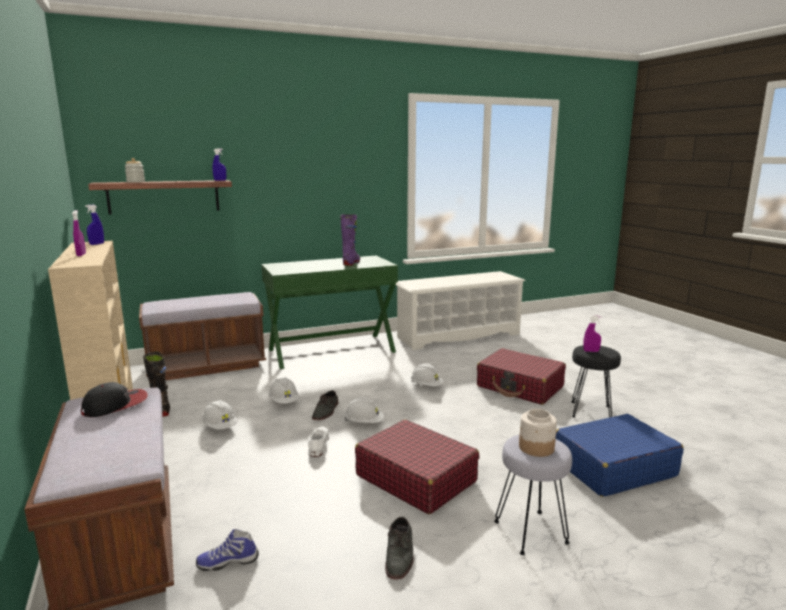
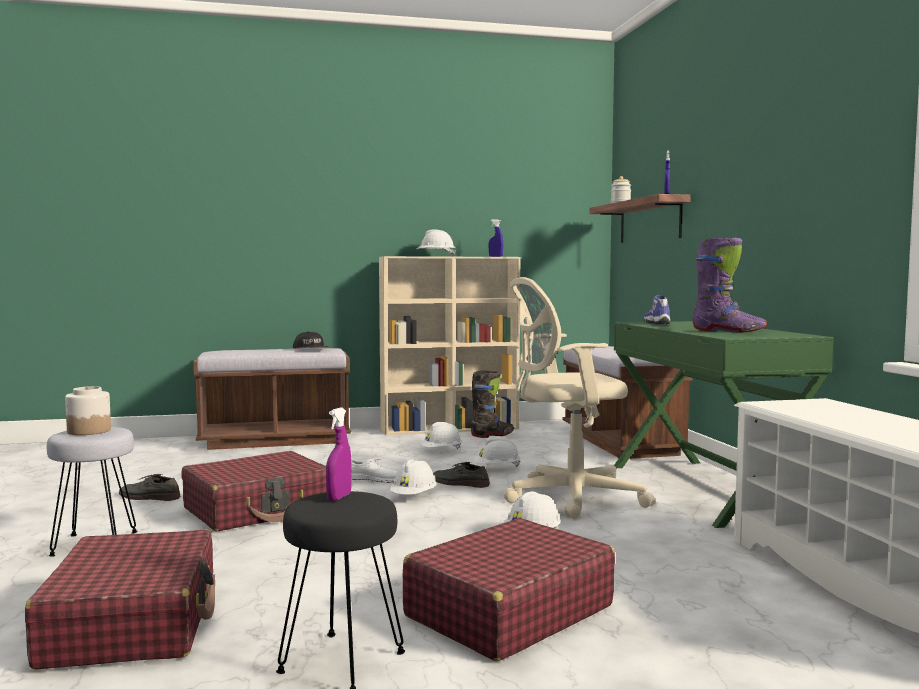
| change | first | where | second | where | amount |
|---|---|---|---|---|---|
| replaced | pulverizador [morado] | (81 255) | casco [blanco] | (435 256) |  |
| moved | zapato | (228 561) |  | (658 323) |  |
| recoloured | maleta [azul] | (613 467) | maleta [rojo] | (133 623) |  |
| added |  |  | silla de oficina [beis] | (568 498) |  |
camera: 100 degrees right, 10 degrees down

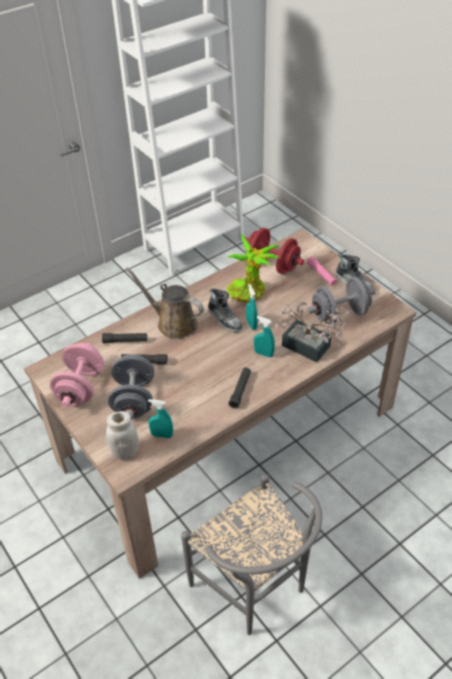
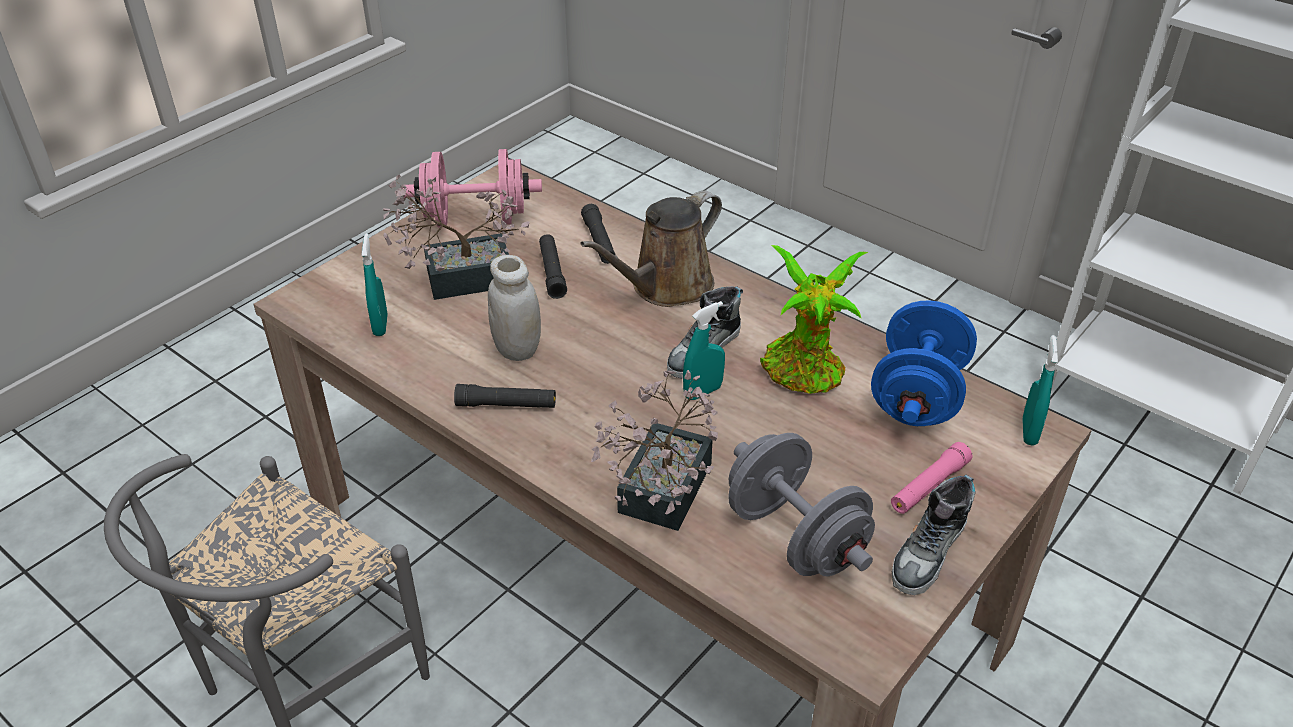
| change | first | where | second | where | amount |
|---|---|---|---|---|---|
| moved | tarro [blanco] | (125 452) |  | (517 349) |  |
| replaced | mancuerna [gris] | (134 399) | planta en maceta | (458 279) |  |
| turned | regadera [marrón] | (173 323) |  | (666 287) | 150 degrees counterclockwise |
| recoloured | mancuerna [rojo] | (272 264) | mancuerna [azul] | (917 396) |  |
| moved | pulverizador [turquesa] | (263 354) |  | (1029 432) |  |
camera: 75 degrees right, 5 degrees down

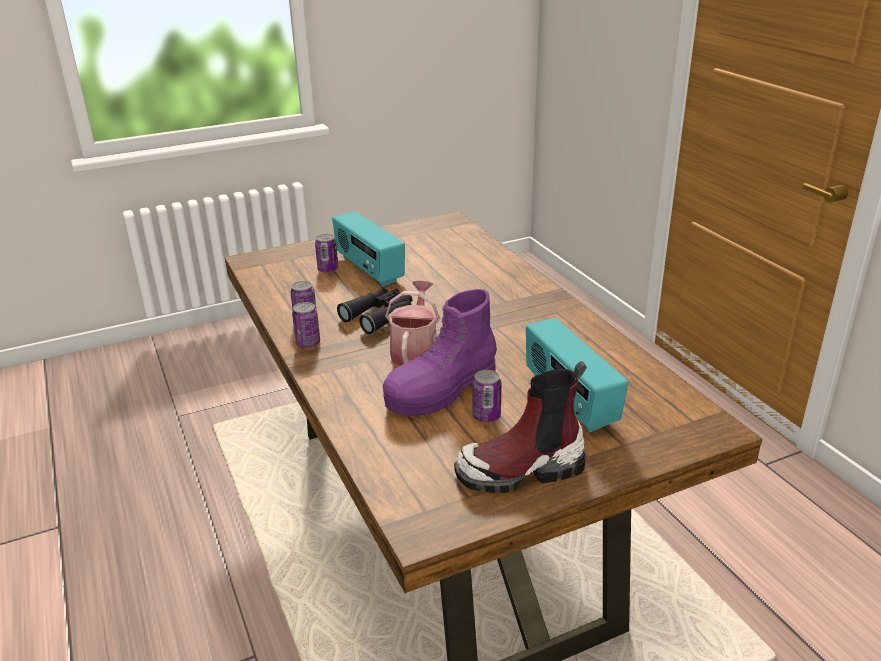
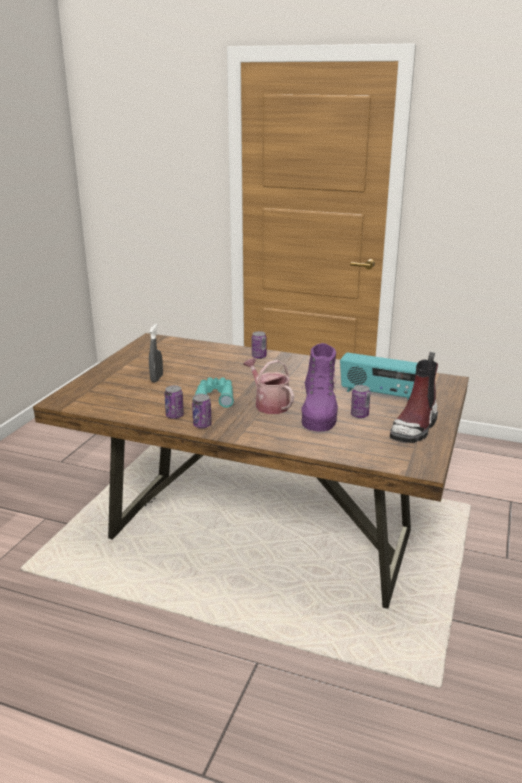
| change | first | where | second | where | amount |
|---|---|---|---|---|---|
| moved | lata | (328 269) |  | (259 357) |  |
| replaced | radio | (368 270) | pulverizador [gris] | (156 378) |  |
| recoloured | prismáticos [negro] | (380 316) | prismáticos [turquesa] | (215 397) |  |
camera: 45 degrees left, 5 degrees down

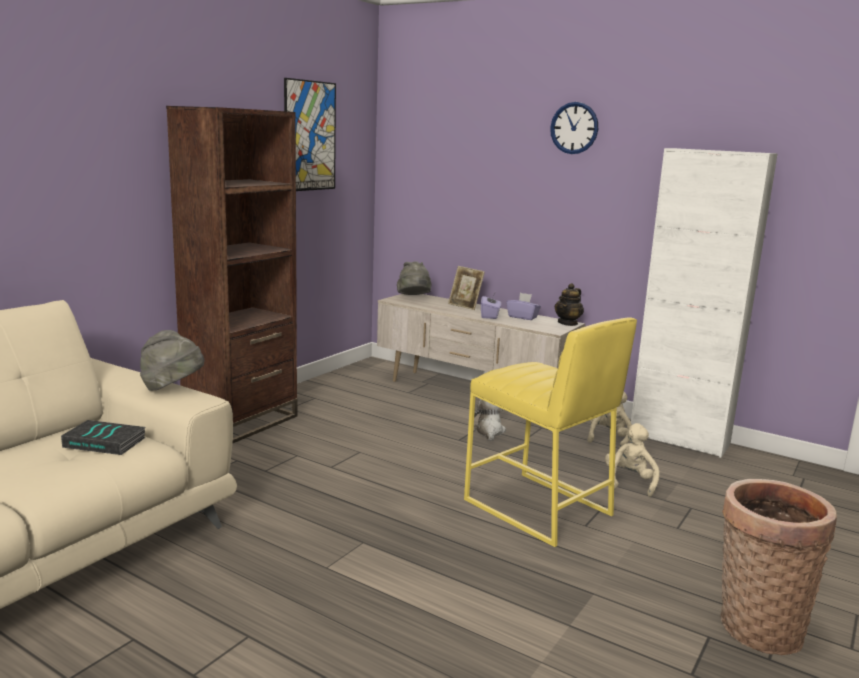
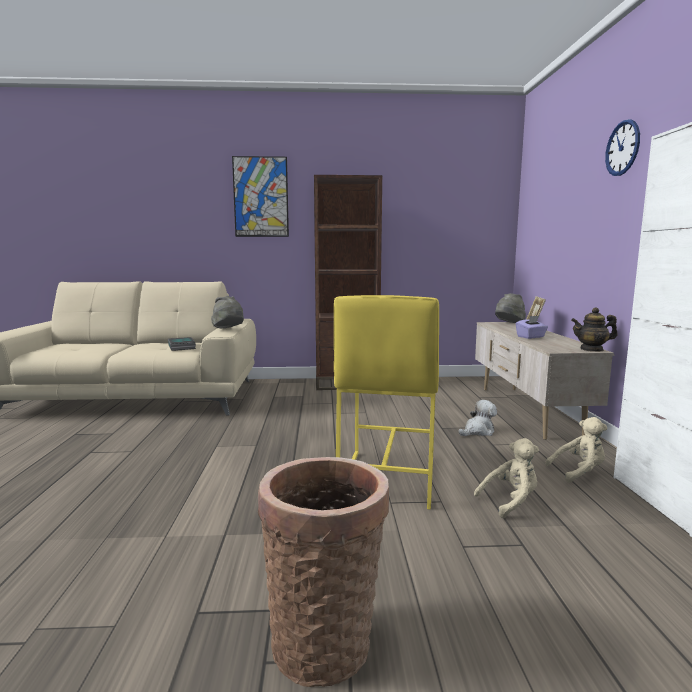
| change | first | where | second | where | amount |
|---|---|---|---|---|---|
| moved | cuadro | (310 136) |  | (261 197) |  |
| removed | caja de pañuelos [morado] | (522 317) |  |  |  |
camera: 55 degrees right, 5 degrees down

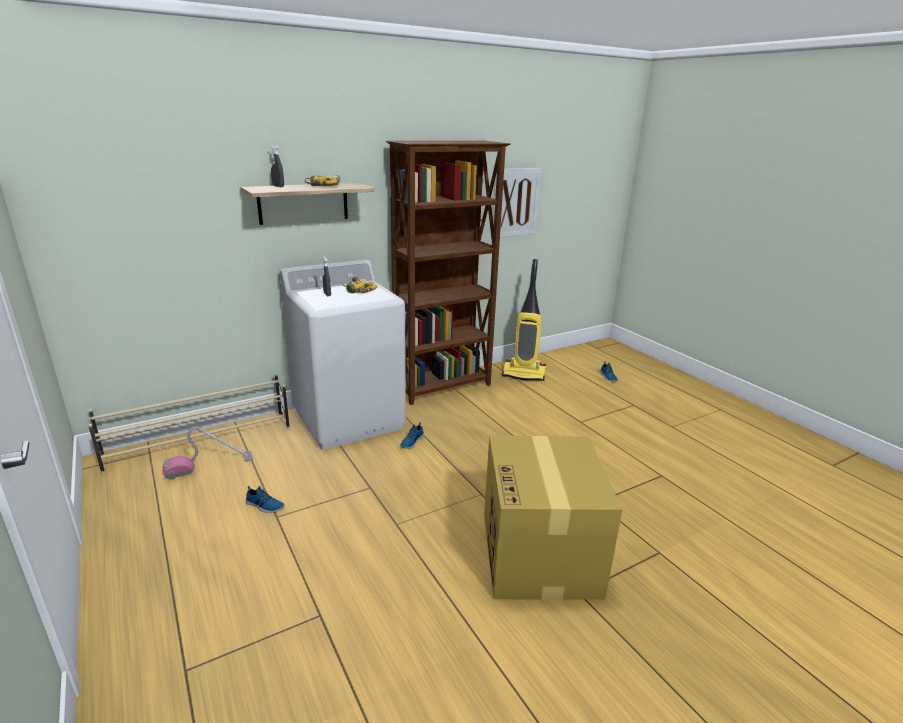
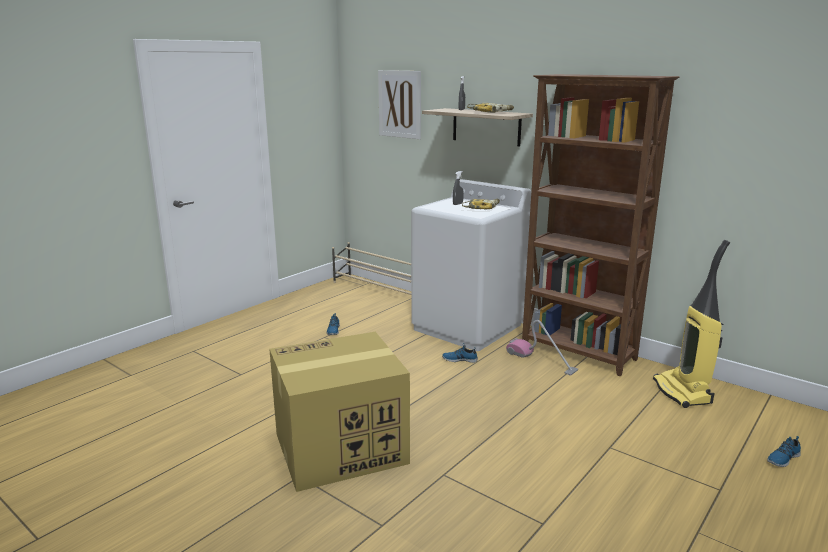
| change | first | where | second | where | amount |
|---|---|---|---|---|---|
| moved | aspiradora | (209 465) |  | (541 361) |  |
| moved | cuadro | (515 202) |  | (400 104) |  |
camera: 70 degrees right, 5 degrees down

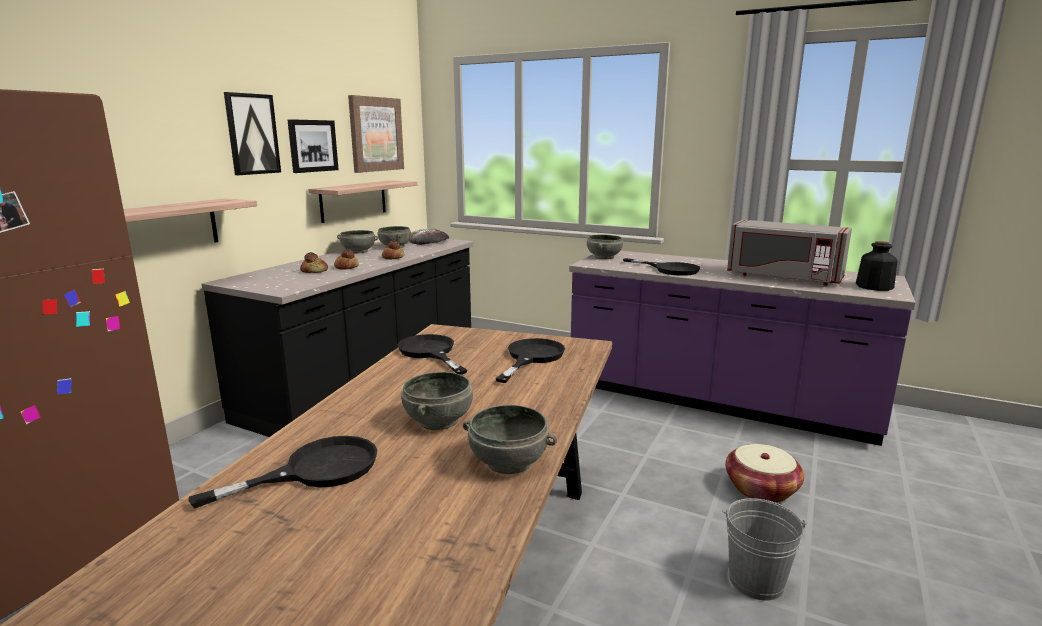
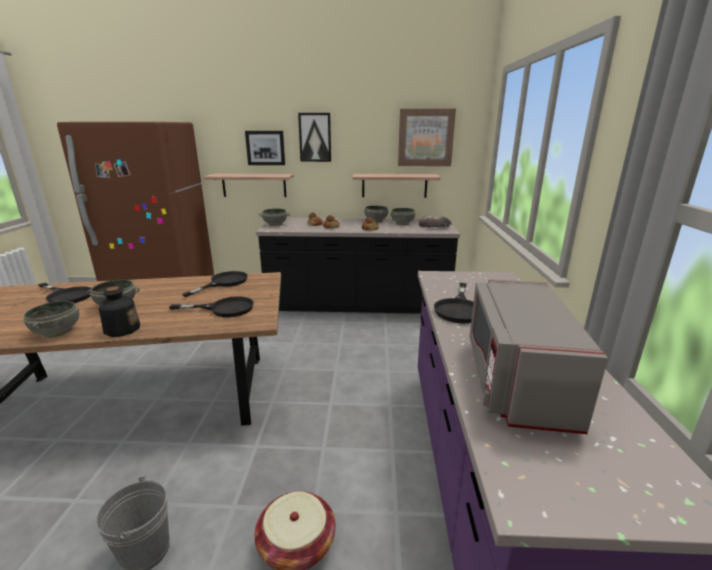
| change | first | where | second | where | amount |
|---|---|---|---|---|---|
| moved | cuadro | (312 146) |  | (265 148) |  |
| moved | cuenco [gris] | (603 257) |  | (275 224) |  |
| moved | botella | (874 287) |  | (122 329) |  |
camera: 65 degrees right, 5 degrees up

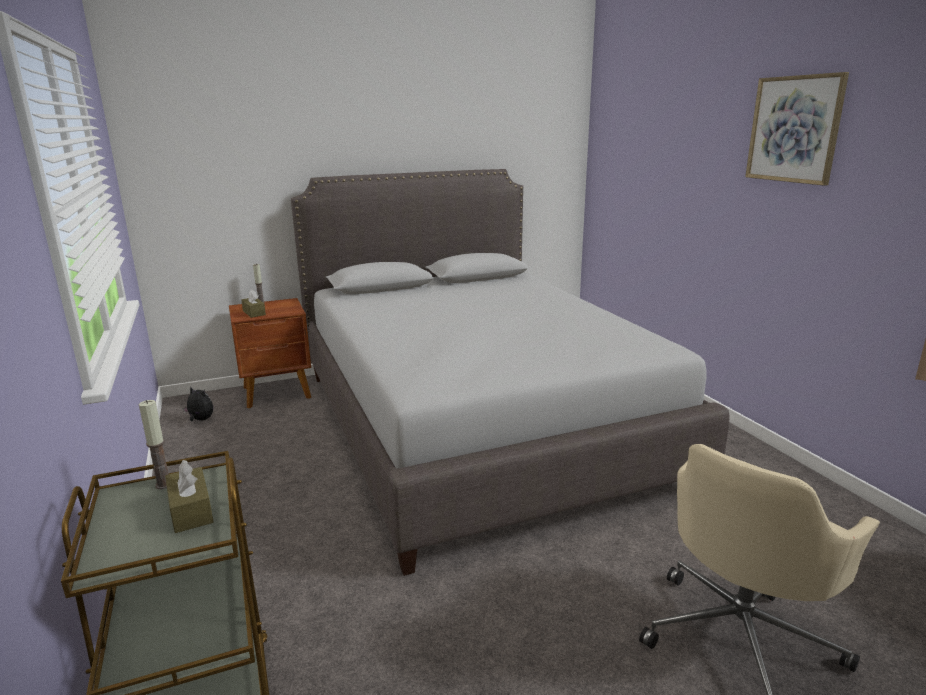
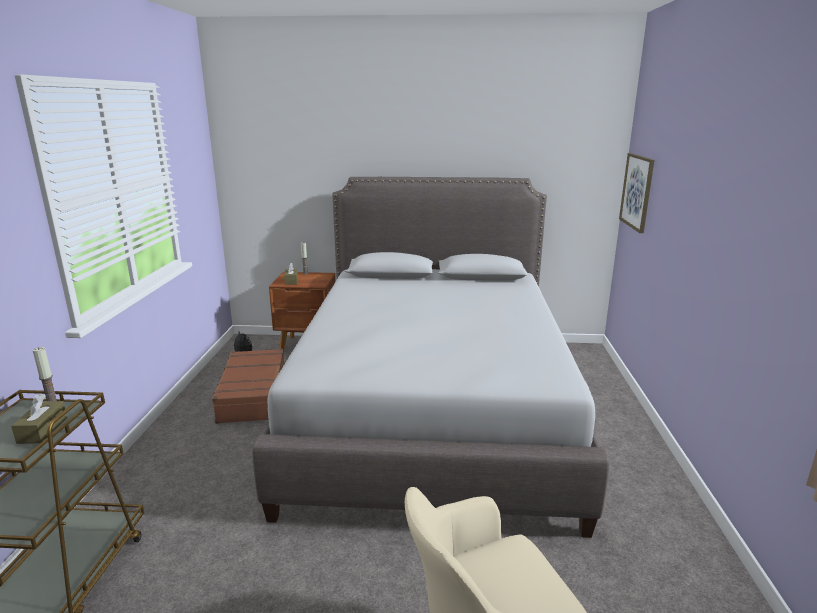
| change | first | where | second | where | amount |
|---|---|---|---|---|---|
| moved | cuadro | (794 129) |  | (637 191) |  |
| added |  |  | maleta [marrón] | (254 395) |  |
camera: 25 degrees right, 0 degrees up

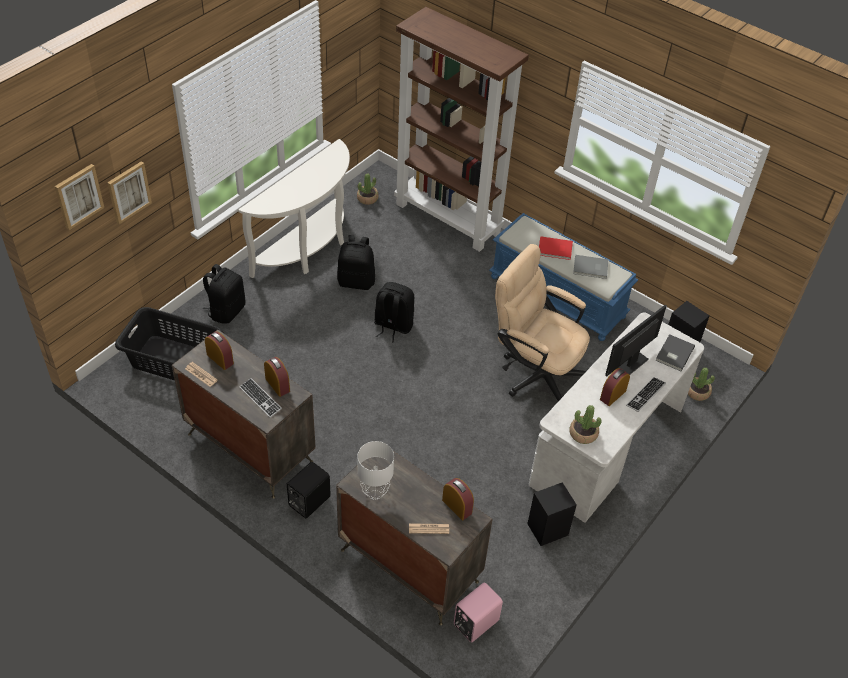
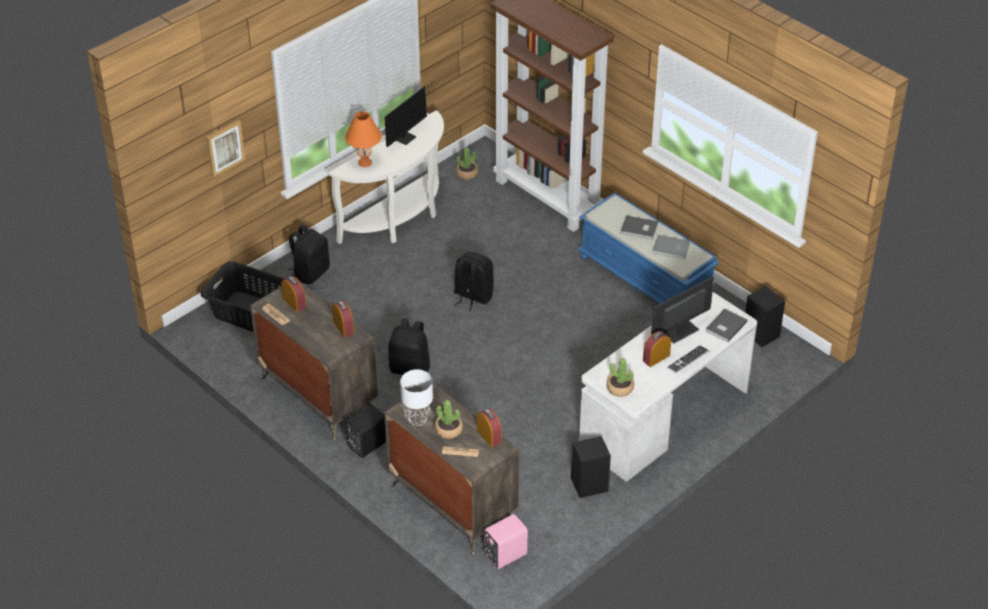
| change | first | where | second | where | amount |
|---|---|---|---|---|---|
| removed | cuadro | (78 196) |  |  |  |
| removed | teclado | (260 398) |  |  |  |
| moved | mochila [negro] | (356 281) |  | (410 368) |  |
| removed | silla de oficina [beis] | (535 372) |  |  |  |
| recoloured | libro [rojo] | (555 250) | libro [gris] | (639 229) |  |
| moved | planta en maceta | (697 392) |  | (448 430) |  |
| added |  |  | lámpara de mesa [naranja] | (365 162) |  |
| added |  |  | monitor | (407 136) |  |
camera: 10 degrees right, 5 degrees down

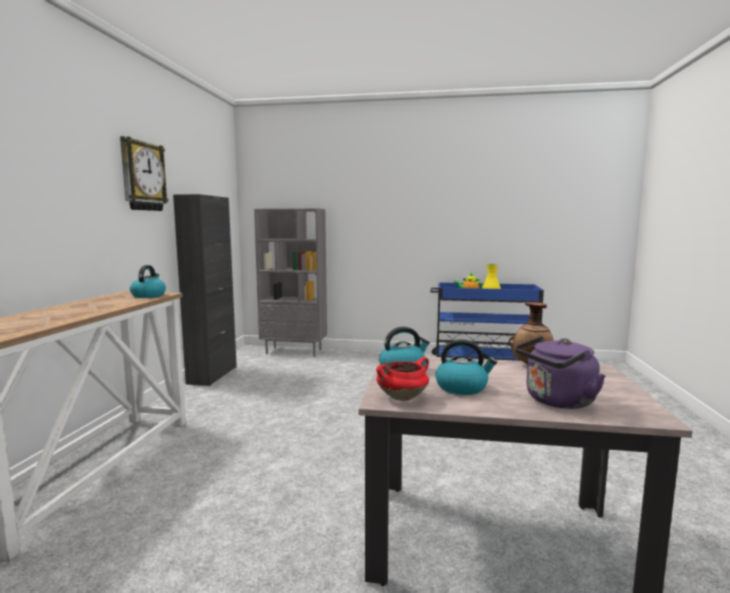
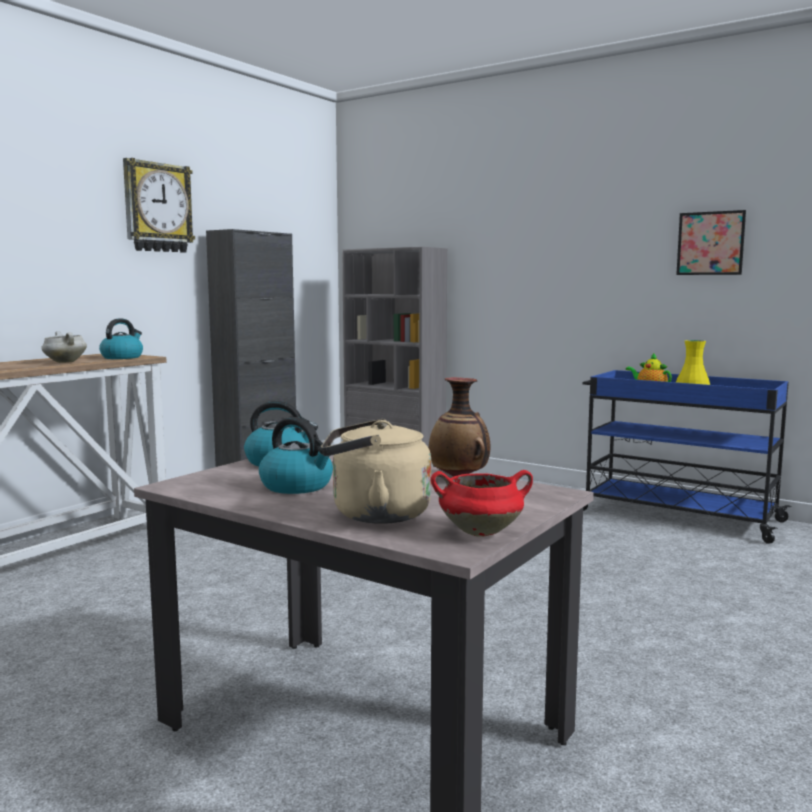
| change | first | where | second | where | amount |
|---|---|---|---|---|---|
| moved | olla [rojo] | (402 397) |  | (481 532) |  |
| recoloured | hervidor [morado] | (557 401) | hervidor [beis] | (374 514) |  |
| added |  |  | olla [blanco] | (64 362) |  |
| added |  |  | cuadro | (710 243) |  |
camera: 25 degrees right, 0 degrees up

